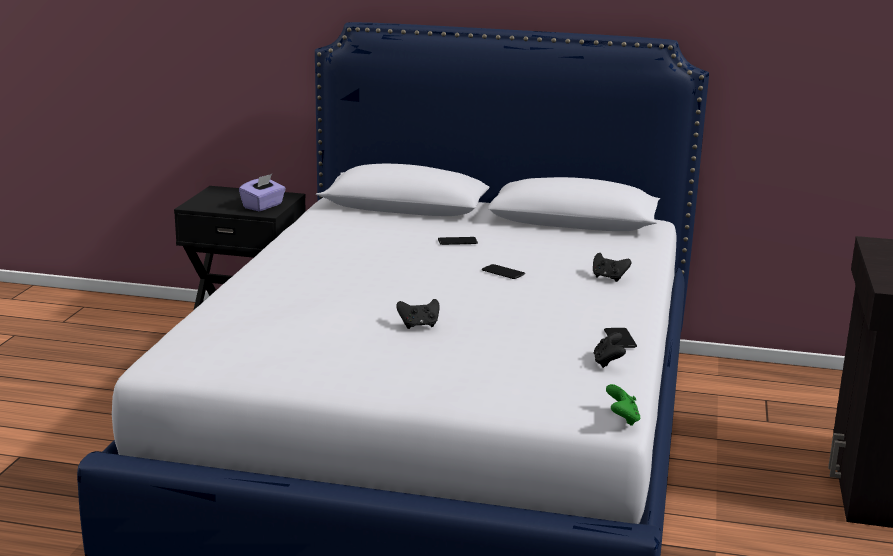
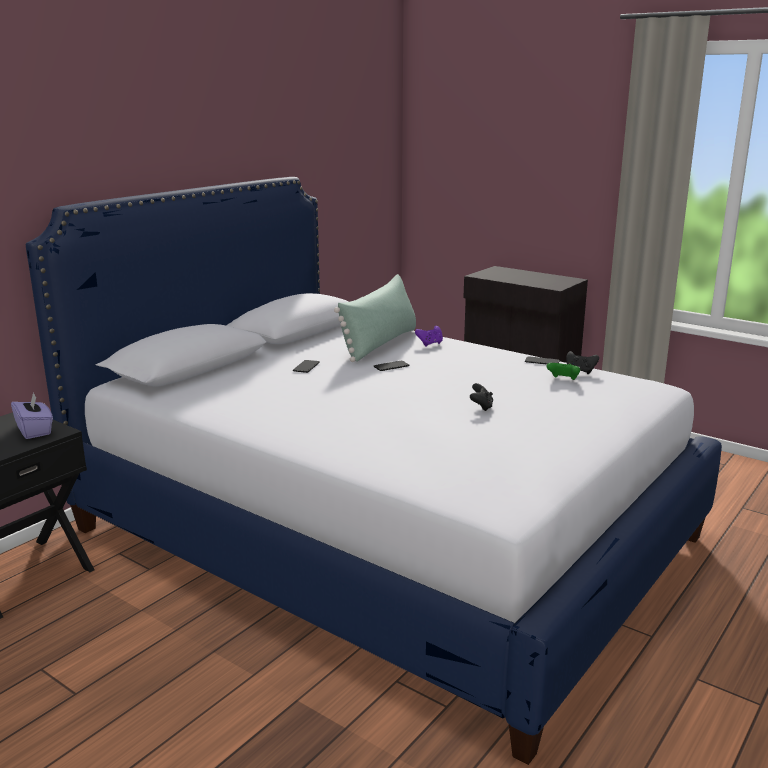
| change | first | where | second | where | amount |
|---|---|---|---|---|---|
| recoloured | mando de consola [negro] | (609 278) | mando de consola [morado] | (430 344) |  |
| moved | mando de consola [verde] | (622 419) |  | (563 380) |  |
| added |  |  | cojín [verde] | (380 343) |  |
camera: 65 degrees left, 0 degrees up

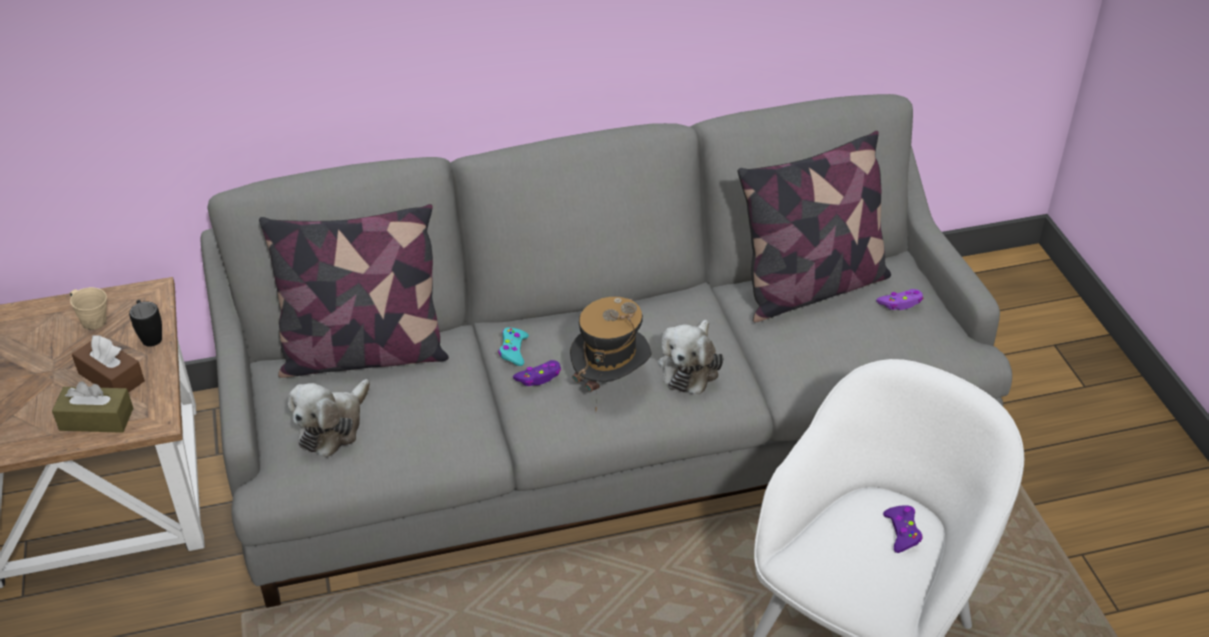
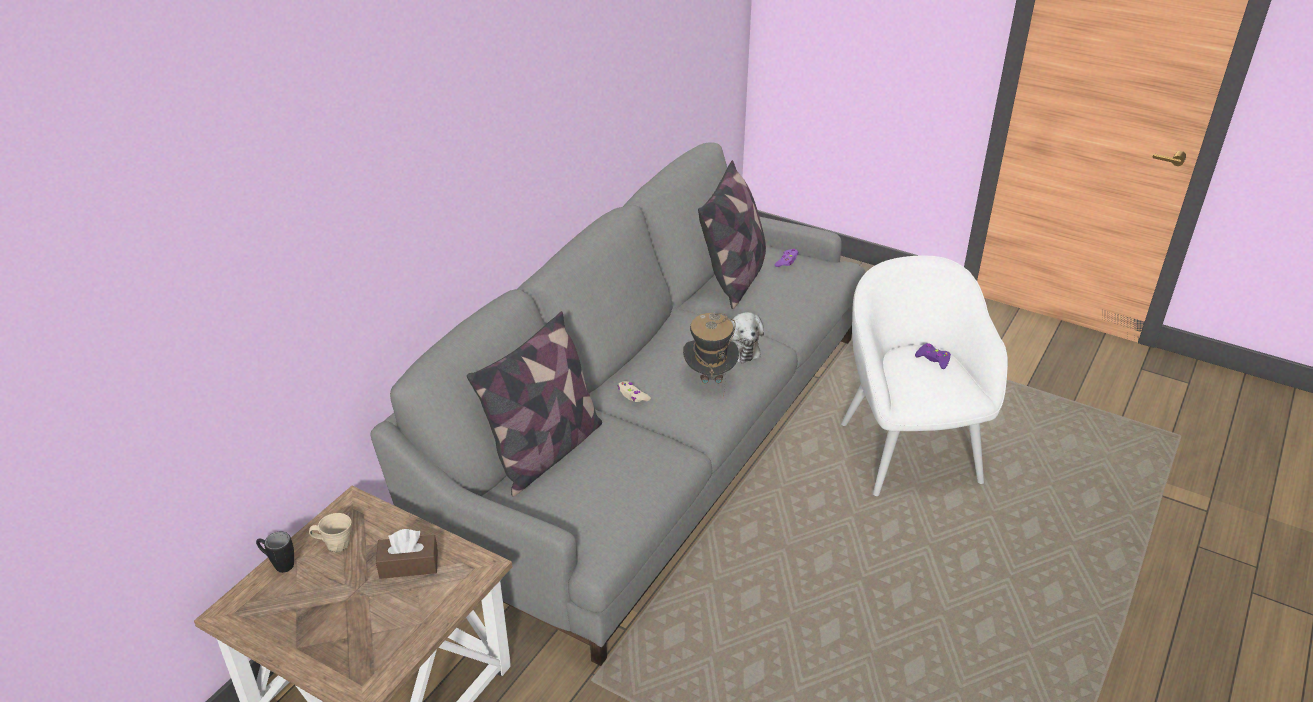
| change | first | where | second | where | amount |
|---|---|---|---|---|---|
| removed | caja de pañuelos [marrón] | (96 419) |  |  |  |
| moved | taza grande [negro] | (150 336) |  | (279 564) |  |
| removed | peluche | (333 427) |  |  |  |
| recoloured | mando de consola [turquesa] | (513 350) | mando de consola [beis] | (633 395) |  |
| removed | mando de consola [morado] | (539 377) |  |  |  |
camera: 45 degrees left, 5 degrees down

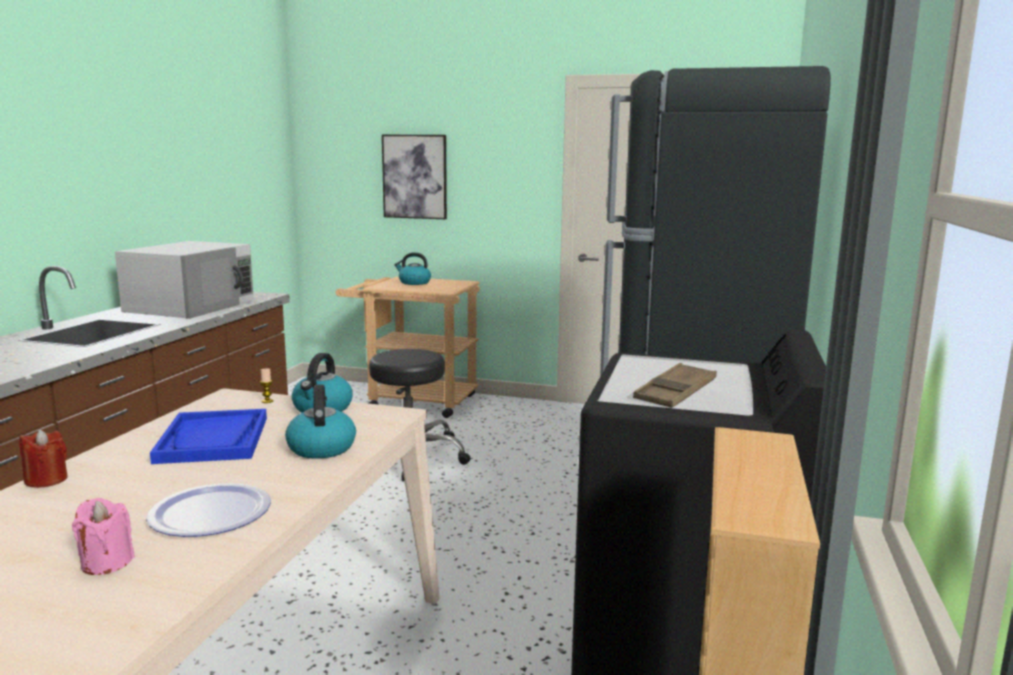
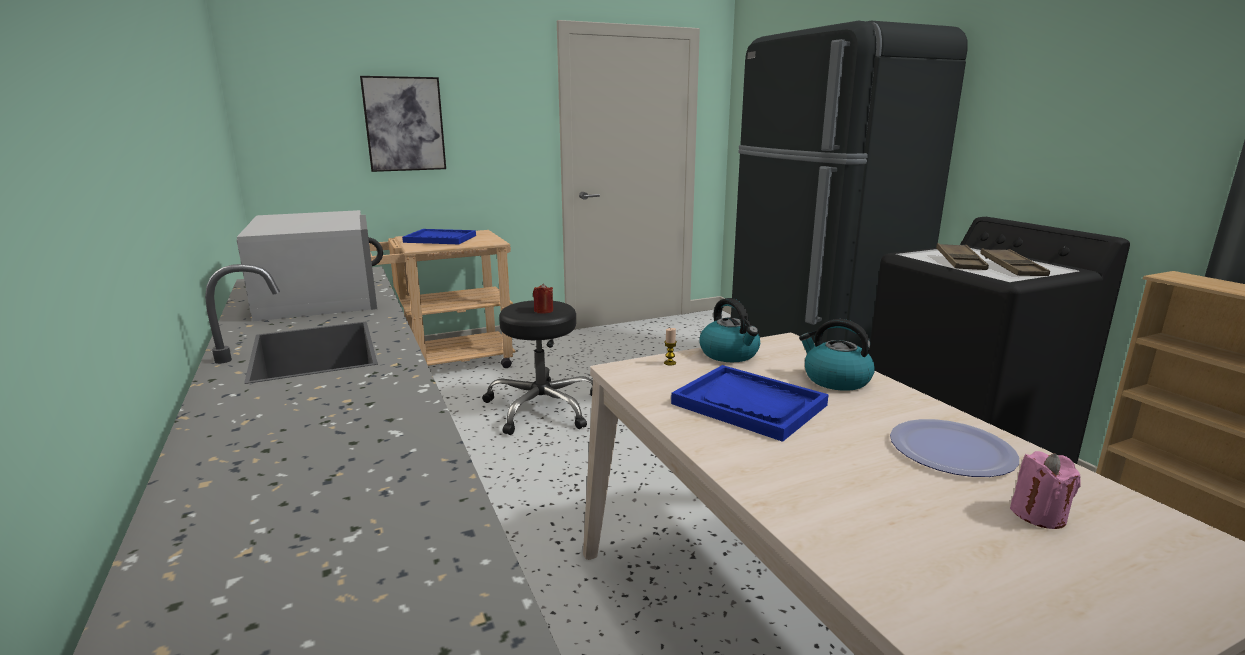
| change | first | where | second | where | amount |
|---|---|---|---|---|---|
| moved | vela [rojo] | (46 480) |  | (543 311) |  |
| replaced | hervidor | (414 283) | bandeja [azul] | (440 239) |  |
| added |  |  | bandeja [marrón] | (960 262) |  |
camera: 40 degrees left, 5 degrees up

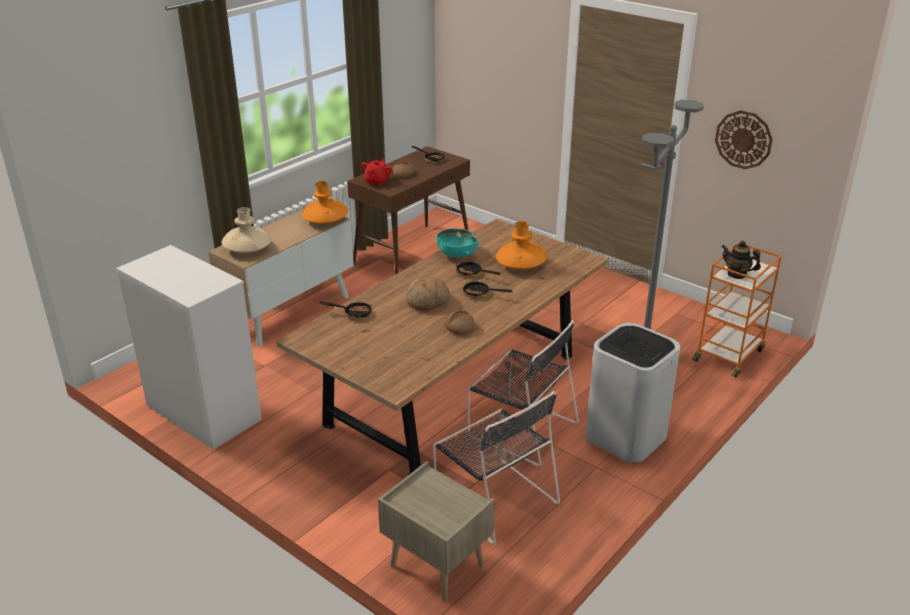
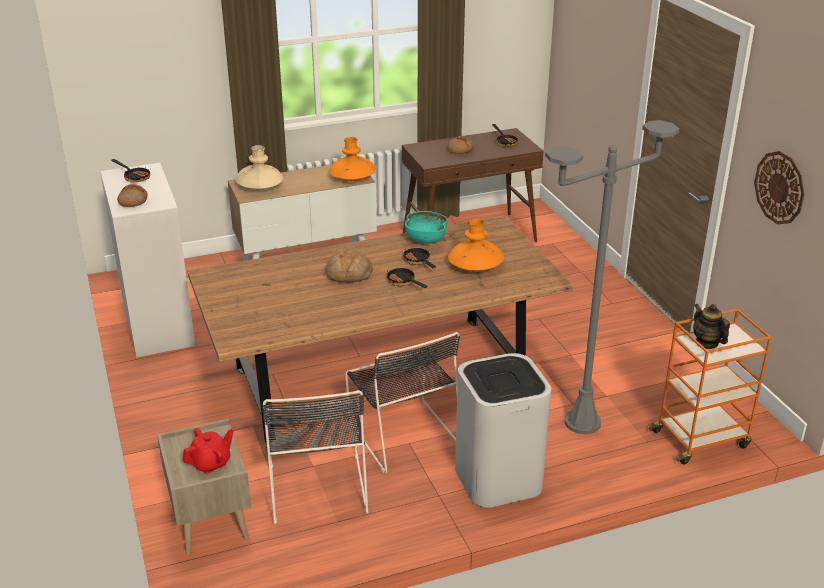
| change | first | where | second | where | amount |
|---|---|---|---|---|---|
| moved | sartén | (353 314) |  | (134 177) |  |
| moved | tetera [rojo] | (377 182) |  | (211 463) |  |
| moved | pan | (459 327) |  | (133 201) |  |
camera: 30 degrees right, 0 degrees up

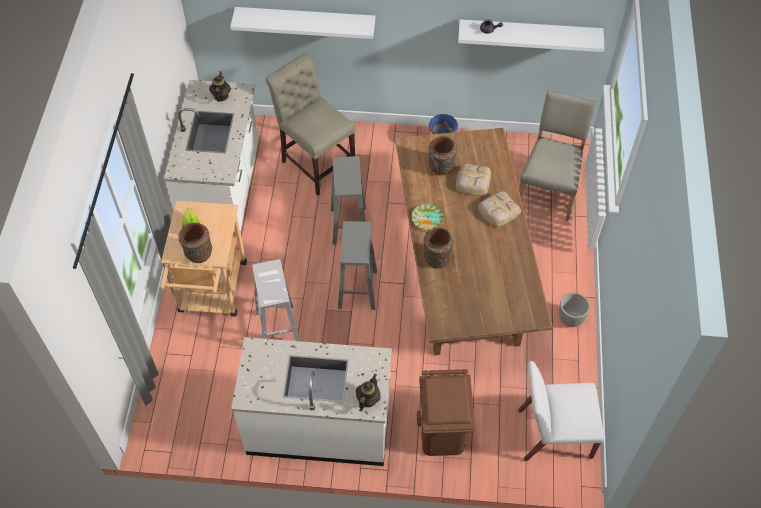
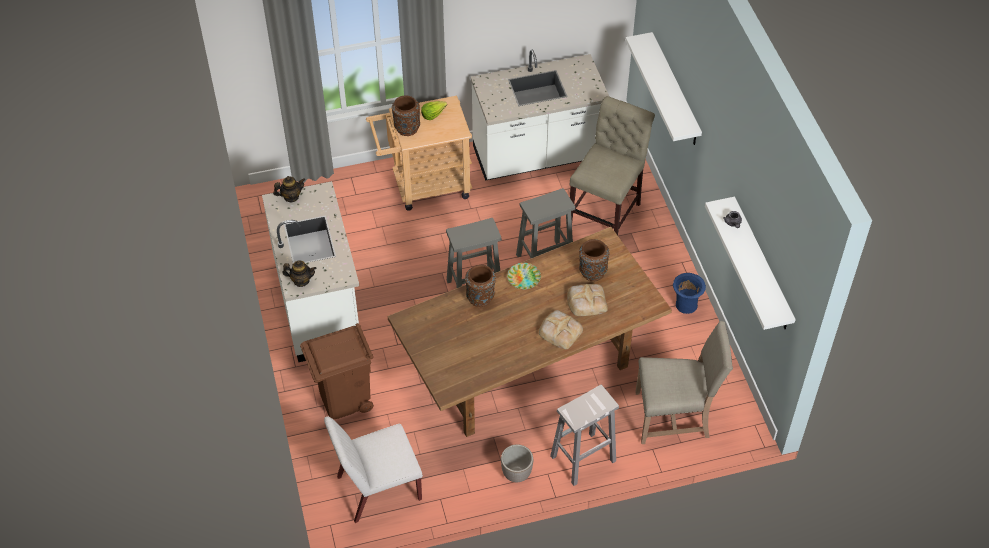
| change | first | where | second | where | amount |
|---|---|---|---|---|---|
| moved | tetera | (221 96) |  | (291 197) |  |
| moved | taburete [blanco] | (278 329) |  | (582 459) |  |
| turned | silla [blanco] | (553 434) |  | (378 488) | 90 degrees counterclockwise |
camera: 70 degrees right, 5 degrees down

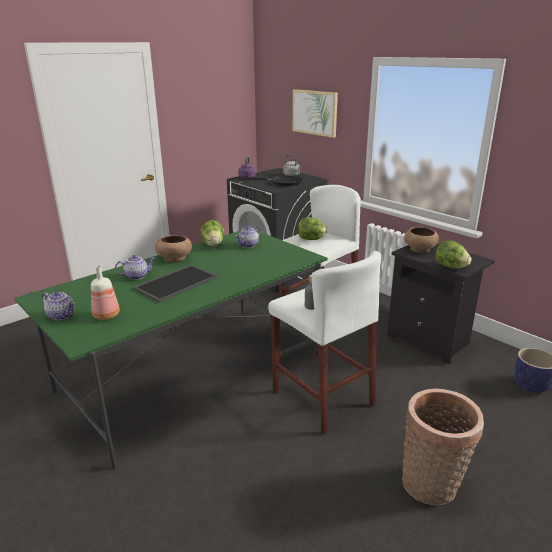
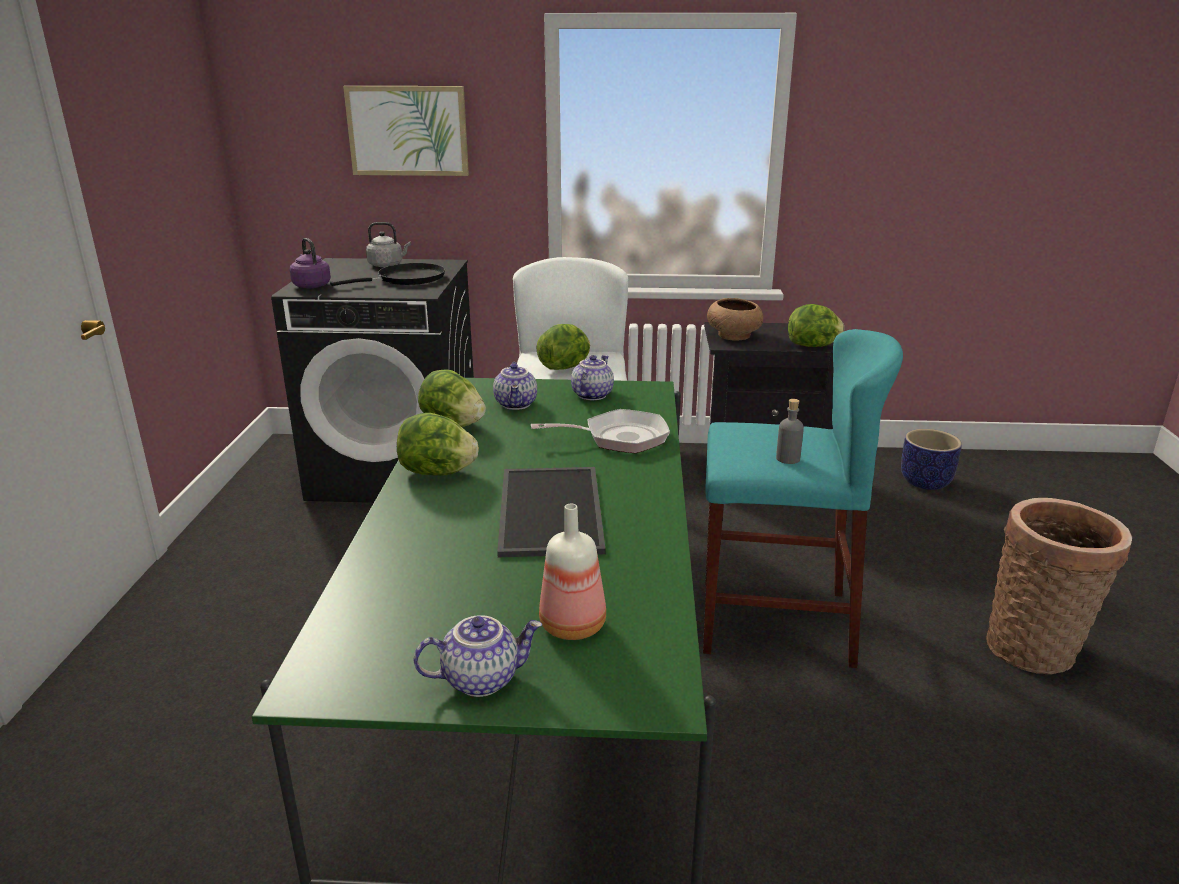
| change | first | where | second | where | amount |
|---|---|---|---|---|---|
| moved | tetera | (137 276) |  | (591 395) |  |
| replaced | cuenco [marrón] | (174 258) | lechuga | (437 472) |  |
| recoloured | taburete [blanco] | (322 398) | taburete [turquesa] | (775 622) |  |
| added |  |  | sartén | (619 438) |  |
camera: 45 degrees left, 0 degrees up

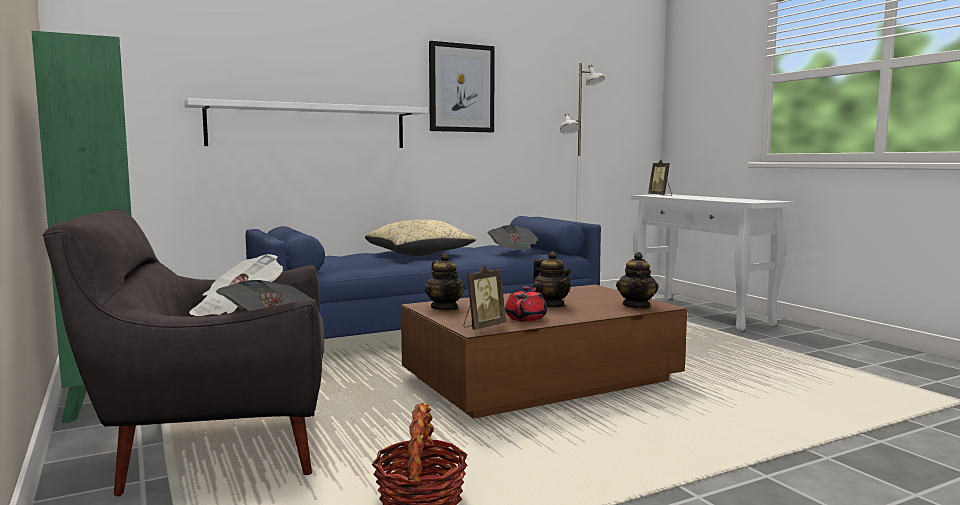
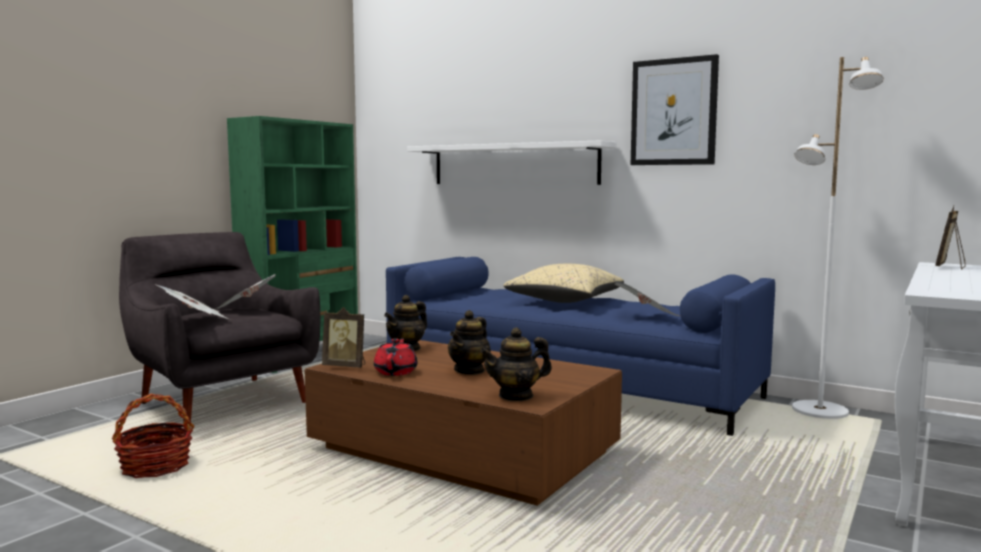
| change | first | where | second | where | amount |
|---|---|---|---|---|---|
| turned | tetera [rojo] | (526 318) |  | (396 372) | 75 degrees counterclockwise |
camera: 60 degrees right, 0 degrees up

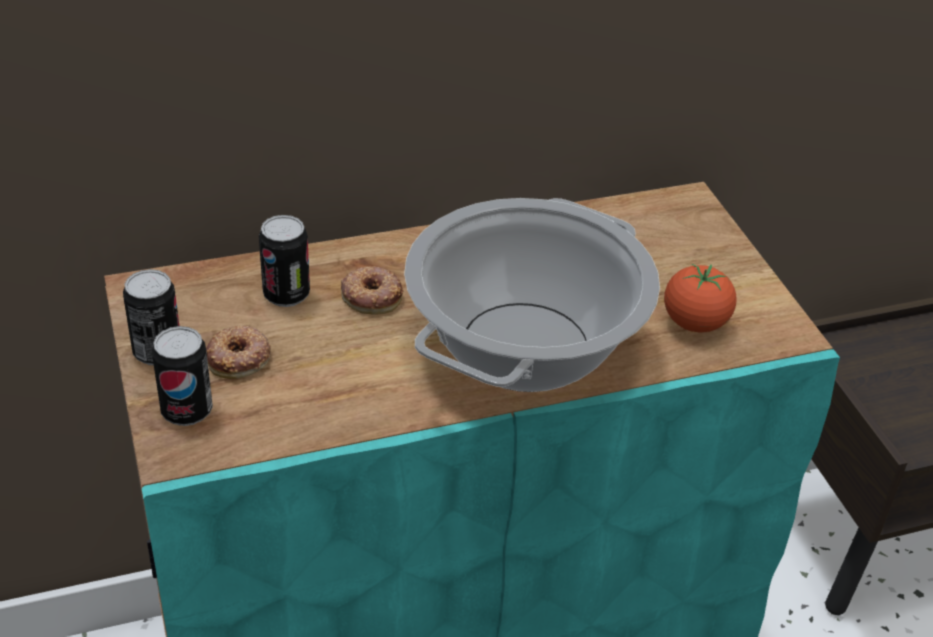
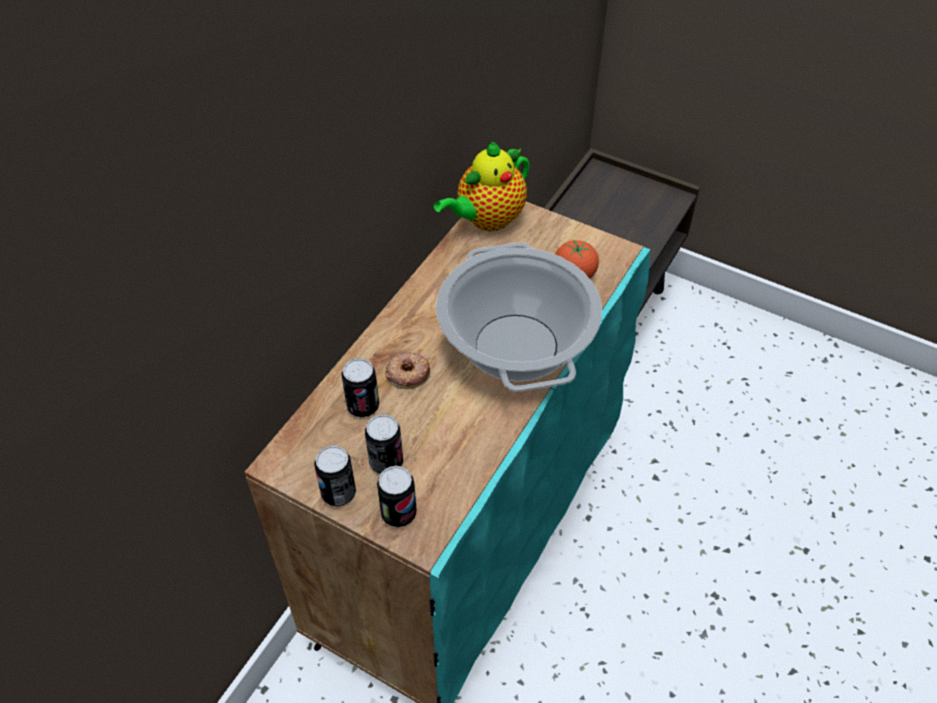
| change | first | where | second | where | amount |
|---|---|---|---|---|---|
| replaced | rosquilla | (239 358) | lata | (386 462) |  |
| added |  |  | tetera | (487 220) |  |
camera: 40 degrees left, 10 degrees up

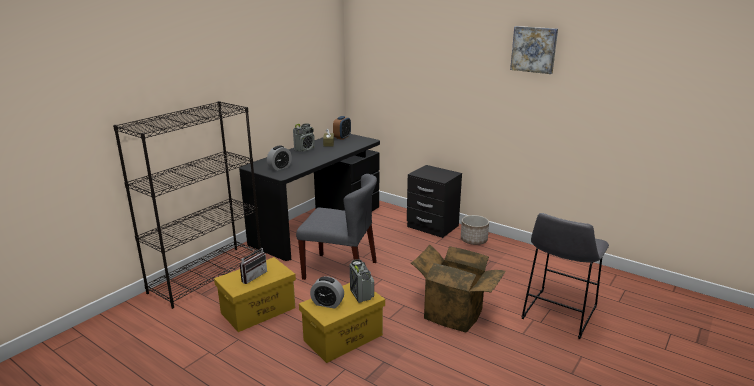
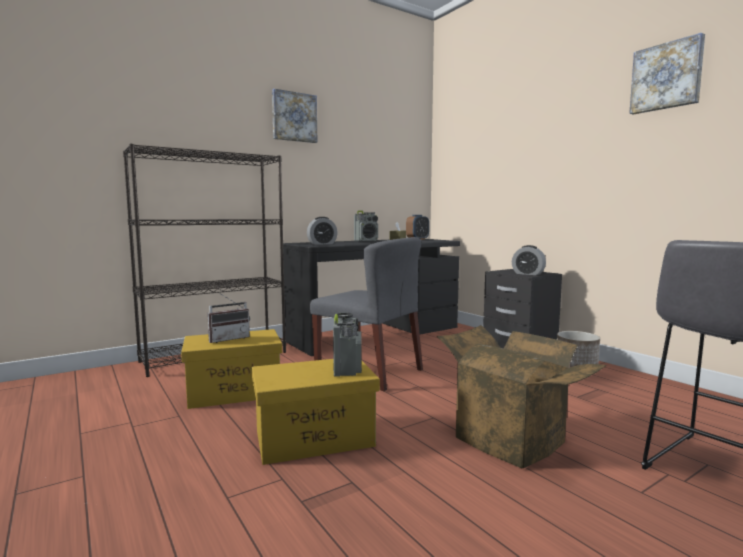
| change | first | where | second | where | amount |
|---|---|---|---|---|---|
| moved | despertador | (327 303) |  | (528 274) |  |
| added |  |  | cuadro | (294 117) |  |
camera: 20 degrees right, 15 degrees down

